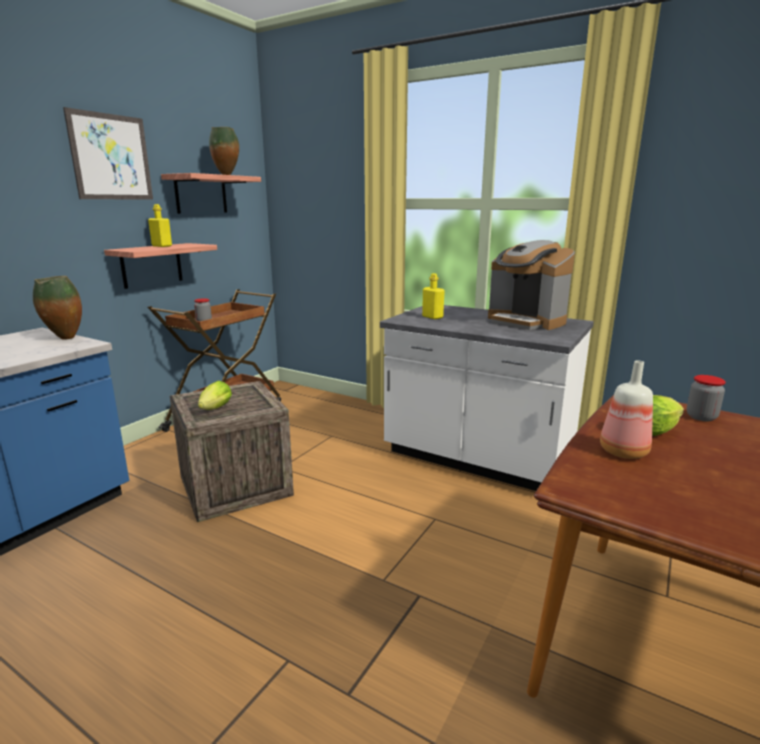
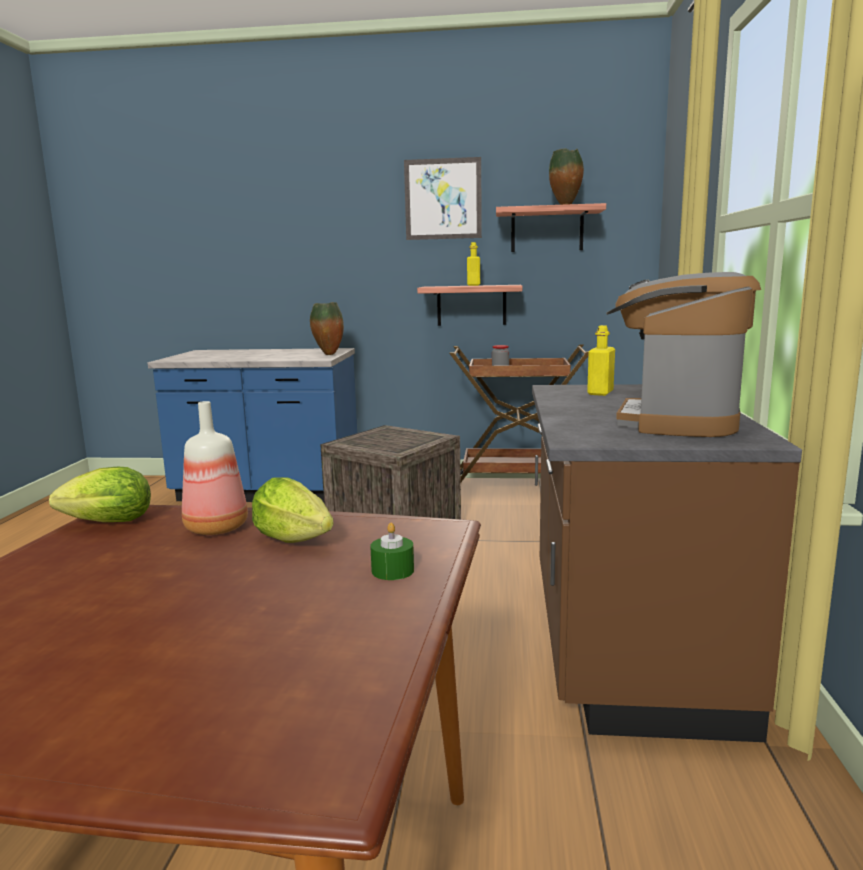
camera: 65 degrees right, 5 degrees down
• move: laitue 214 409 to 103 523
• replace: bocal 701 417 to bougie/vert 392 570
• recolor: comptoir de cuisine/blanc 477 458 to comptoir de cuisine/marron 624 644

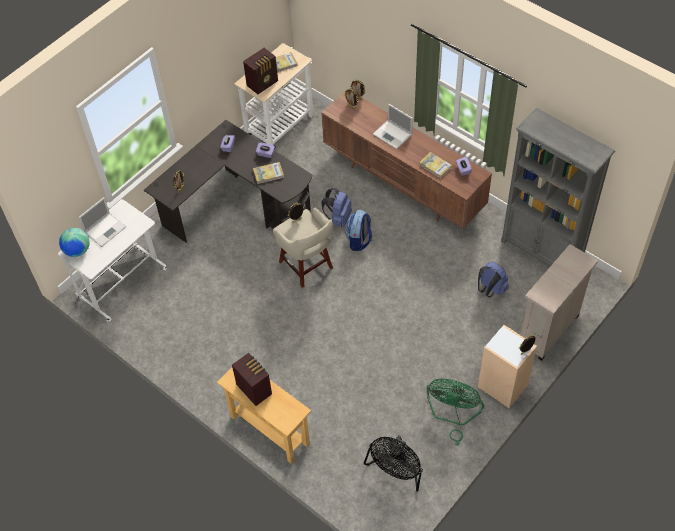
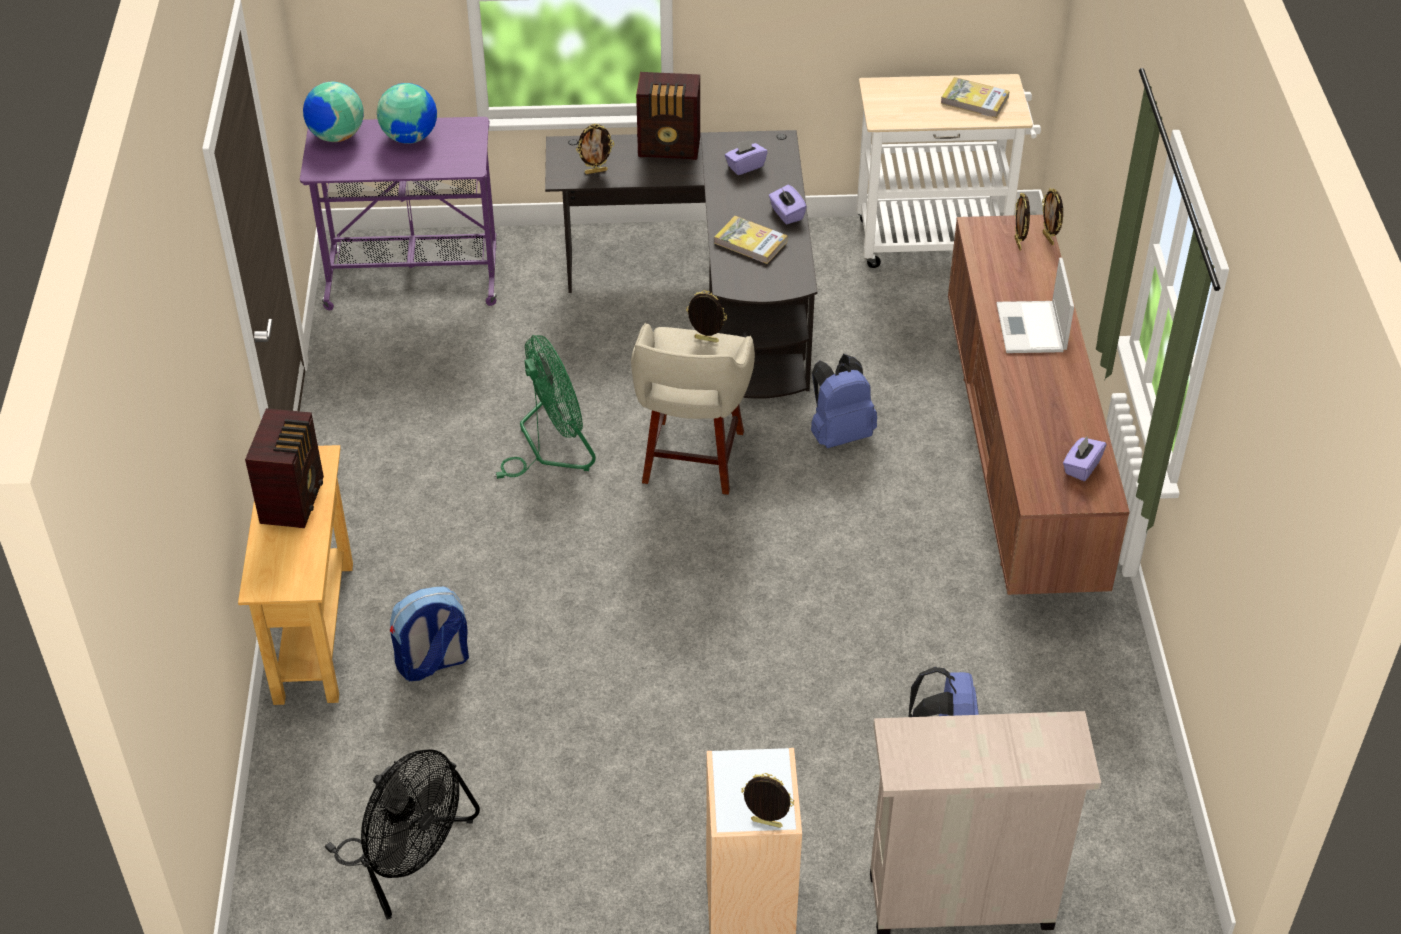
camera: 45 degrees right, 10 degrees down
• delete: livre 435 166
• delete: bibliothèque/gris 541 252
• move: radio 263 83 to 670 148
• move: sac à dos 359 240 to 433 663
• move: ventilateur/vert 453 415 to 547 443
• replace: ordinateur portable 105 229 to globe 410 137
• recolor: bureau/blanc 122 283 to bureau/violet 413 277
• rotate: ventilateur/noir 395 467 = 405 859 135 degrees counterclockwise

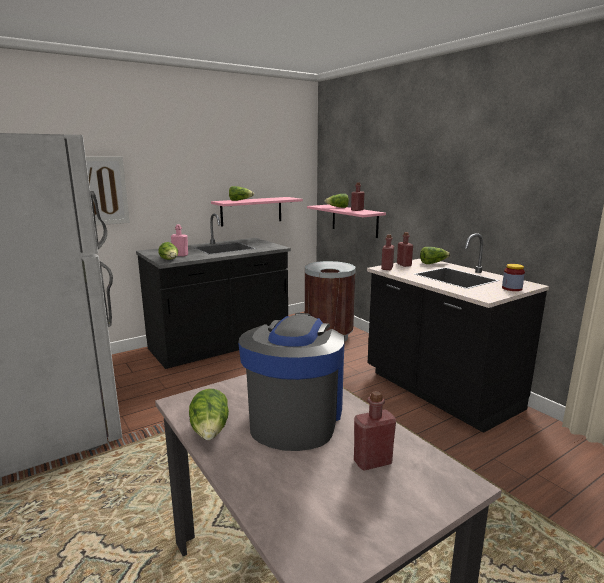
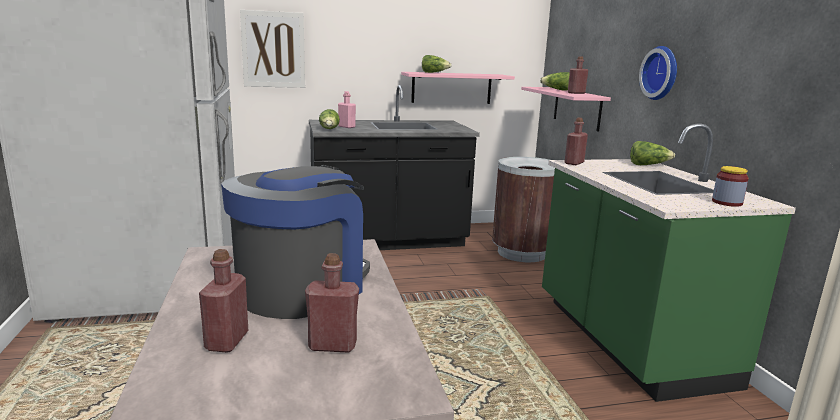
camera: 20 degrees right, 0 degrees up
• delete: laitue 210 431
• insert: horloge murale 662 73
• move: bouteille/rouge 404 265 to 227 341
• recolor: comptoir de cuisine/noir 440 392 to comptoir de cuisine/vert 627 341

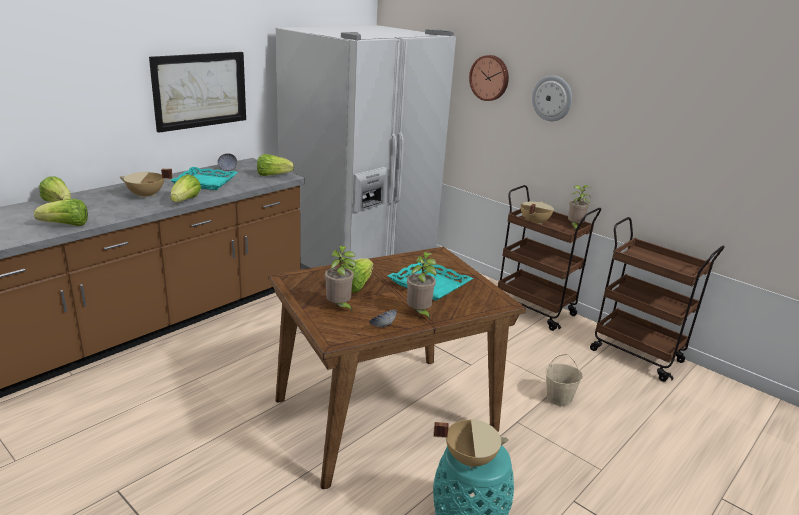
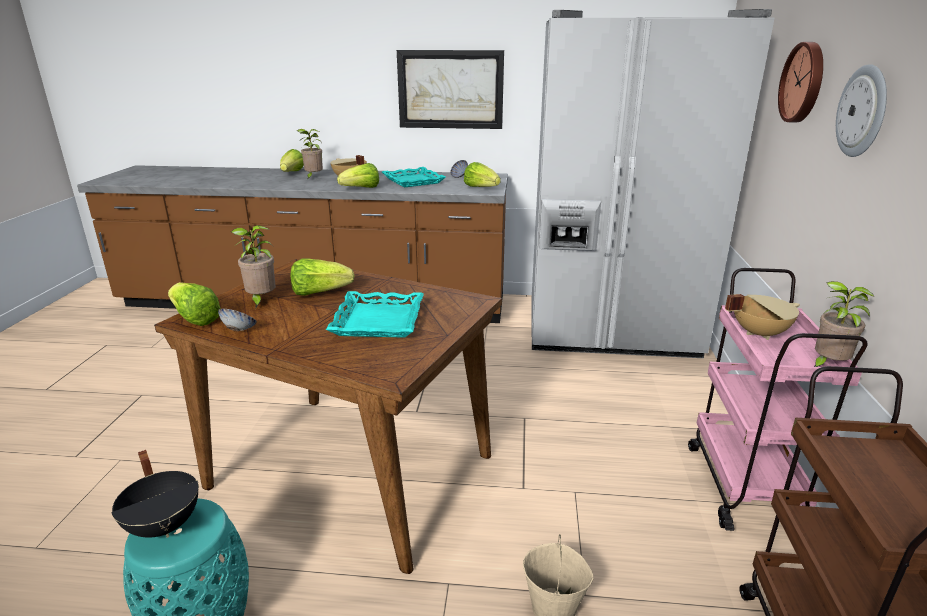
camera: 55 degrees right, 0 degrees up
• move: laitue 66 225 to 195 319
• move: plante en pot 419 314 to 313 177
• recolor: marmite/beige 469 458 to marmite/noir 165 525
• recolor: chariot/marron 535 310 to chariot/rose 744 488

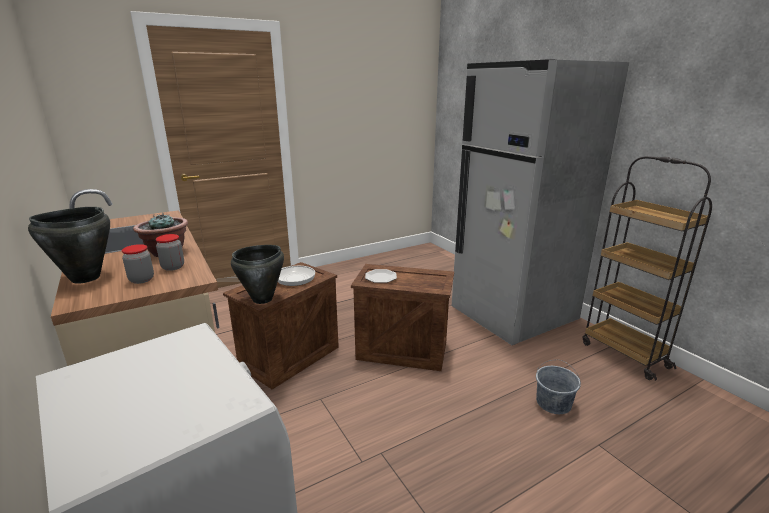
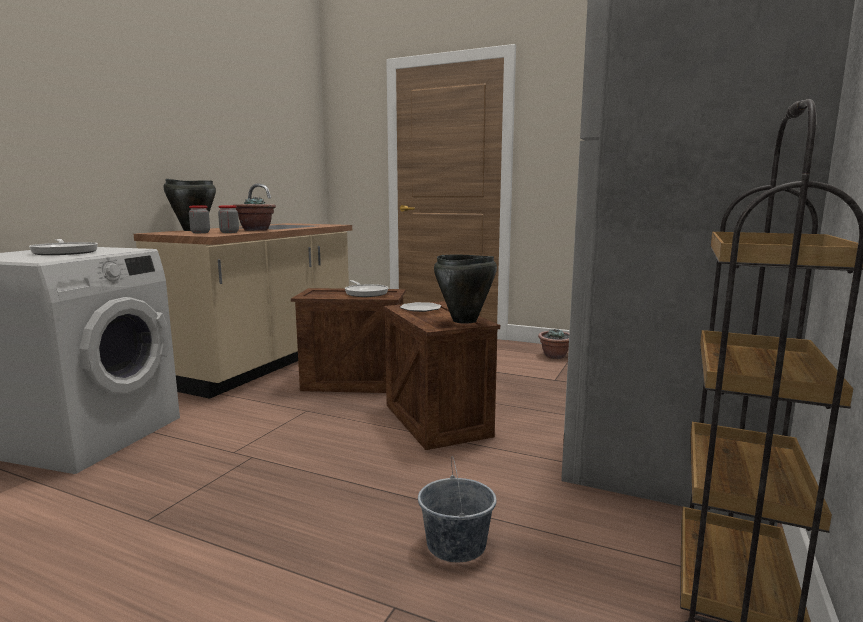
camera: 55 degrees right, 10 degrees down
• insert: poêle 65 252
• insert: plante en pot 555 356
• move: marmite/noir 263 299 to 464 321

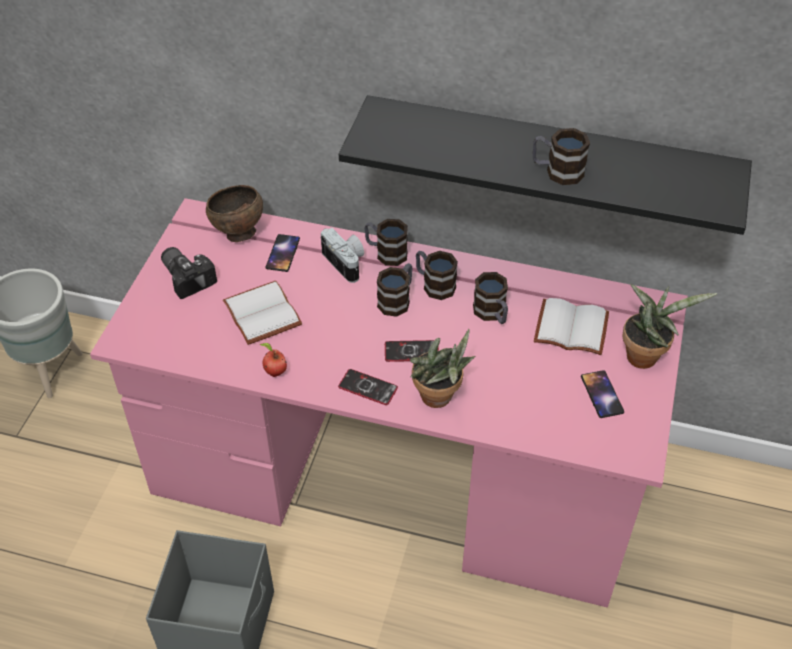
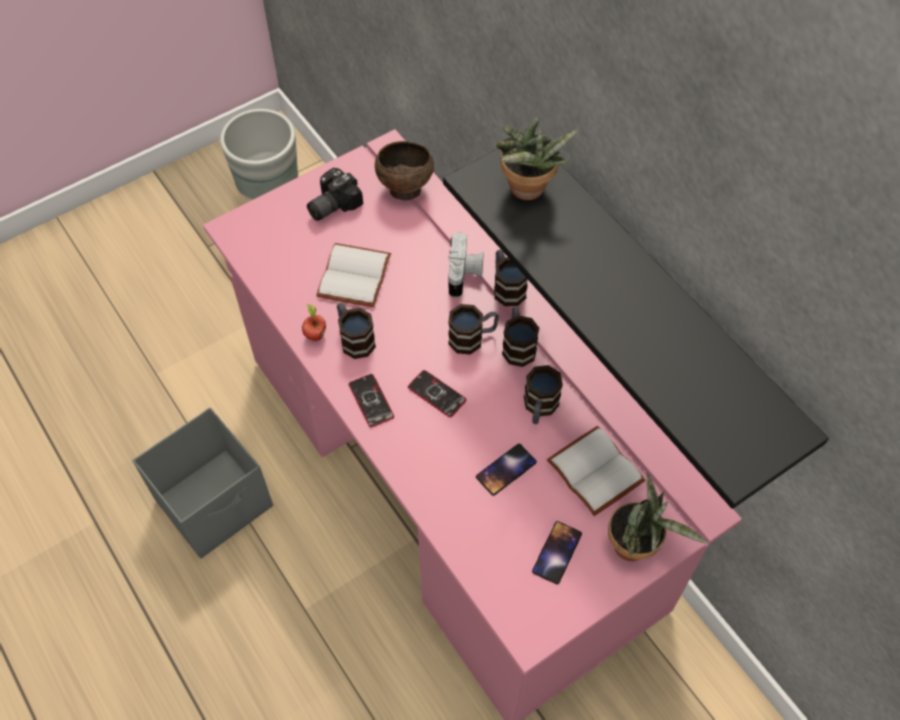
camera: 40 degrees right, 10 degrees up
• move: téléphone 283 253 to 506 470
• move: plante en pot 439 399 to 527 192
• move: mug 557 171 to 354 338
• rotate: appareil photo 188 276 = 331 204 135 degrees counterclockwise

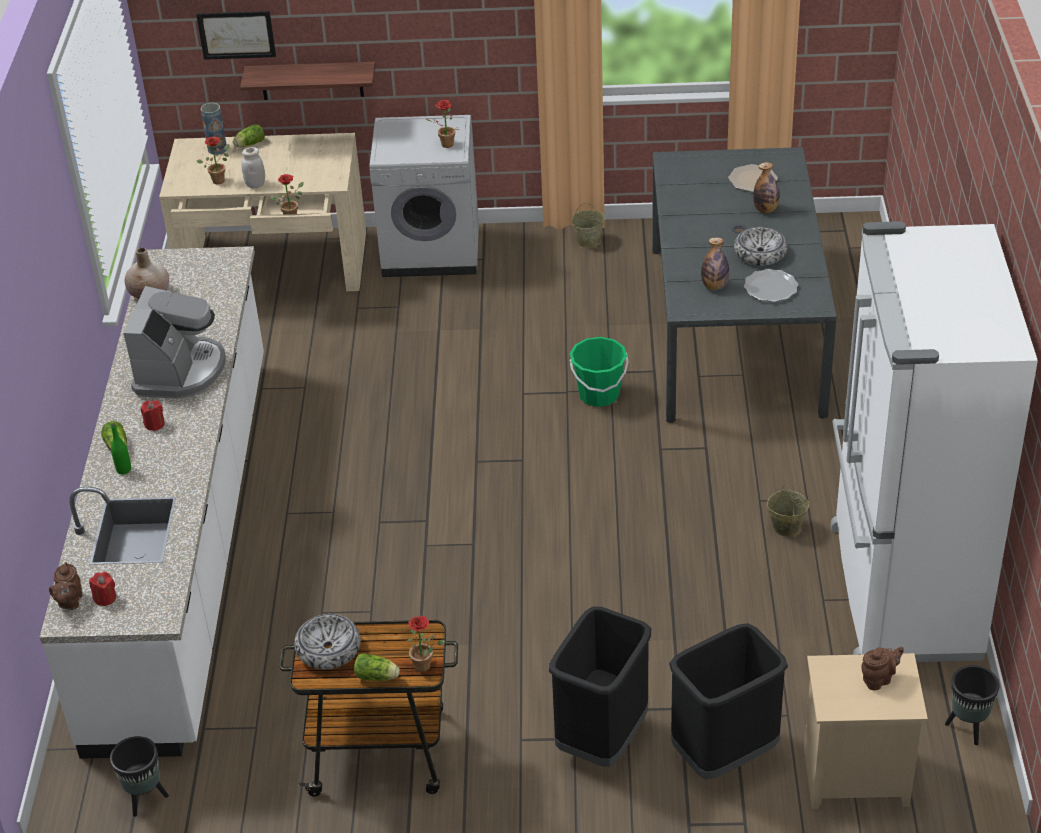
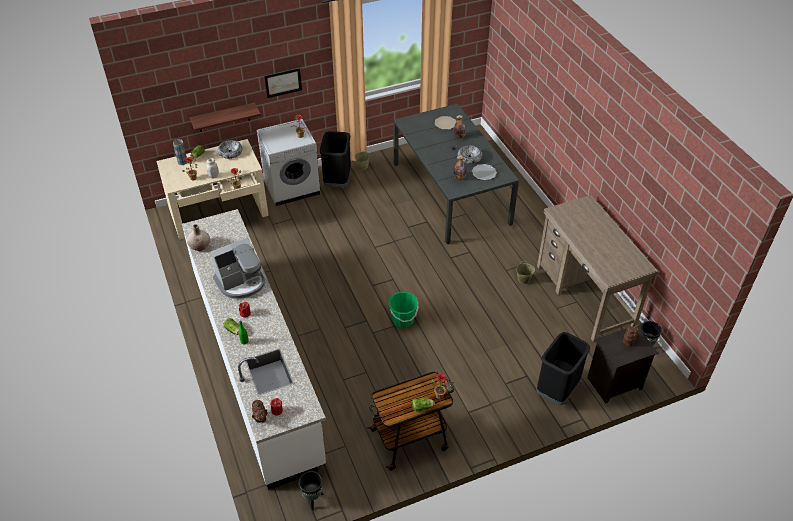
camera: 25 degrees left, 5 degrees up
• move: tableau 236 34 to 283 83
• move: bol 328 648 to 230 152
• move: poubelle/noir 602 739 to 337 182
• move: seau/vert 599 394 to 403 320
• replace: réfrigérateur/blanc 900 592 to bureau/marron 585 295
• recolor: table de chevet/beige 854 778 to table de chevet/noir 614 384
• rotate: machine à café 180 371 = 241 282 75 degrees clockwise

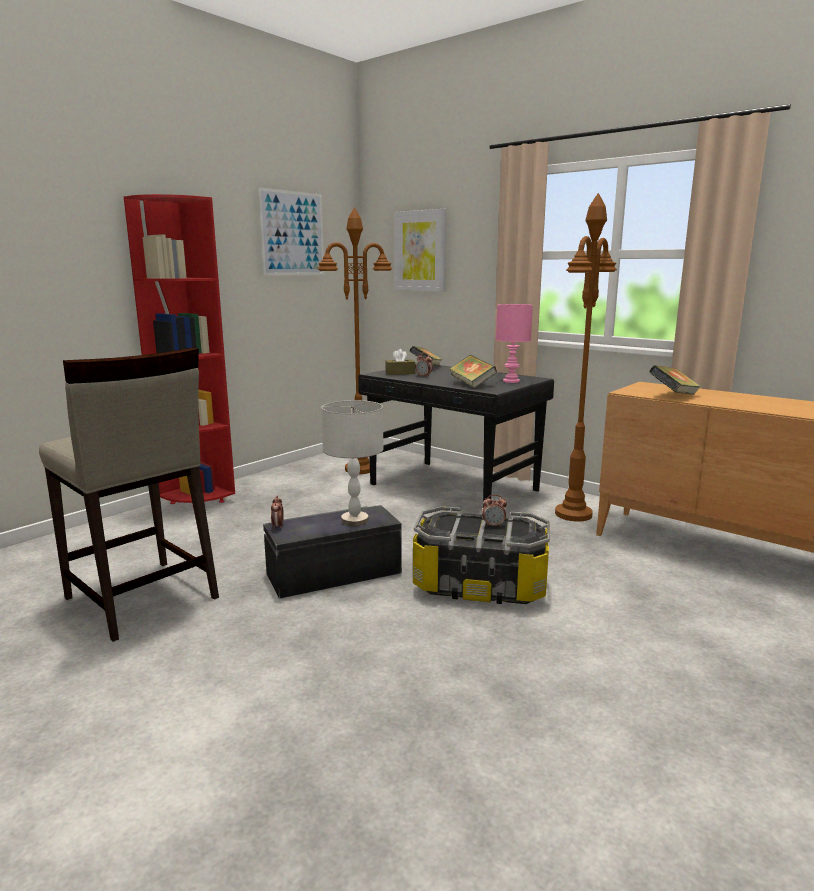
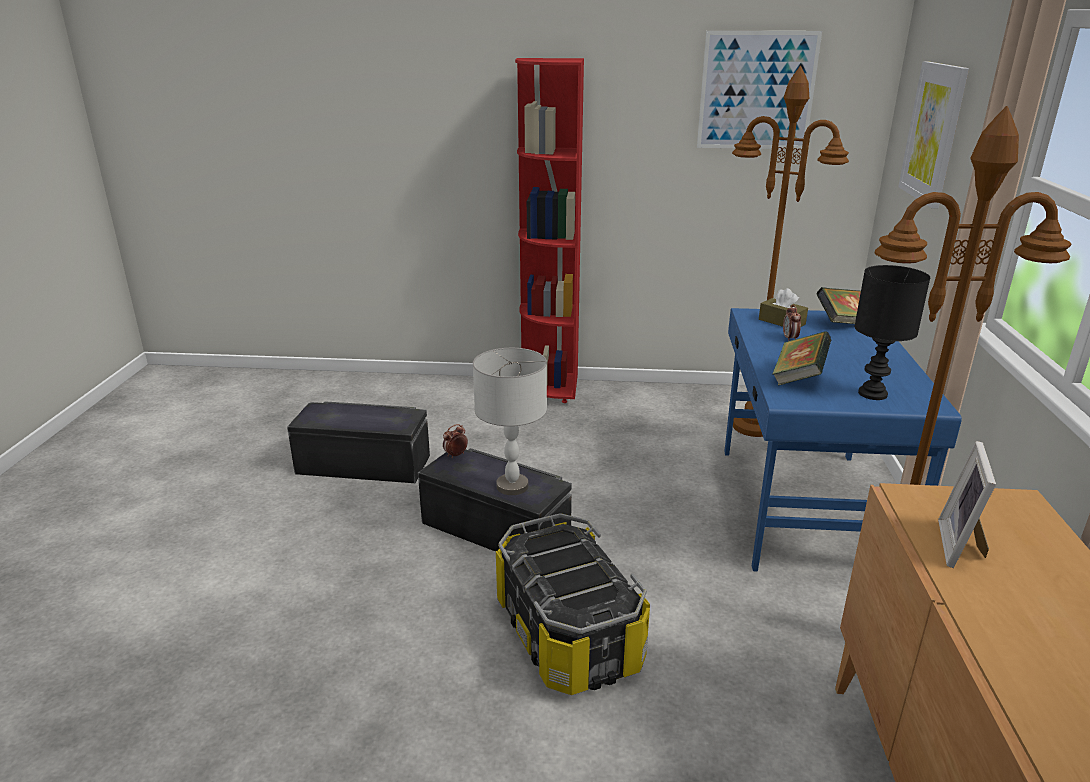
camera: 55 degrees right, 10 degrees up
• delete: réveil 493 525
• replace: tabouret/beige 141 599 to boîte de rangement/noir 364 463
• replace: livre 673 396 to cadre photo 962 546
• recolor: bureau/noir 453 488 to bureau/bleu 804 508
• recolor: lampe de table/rose 511 381 to lampe de table/noir 873 394

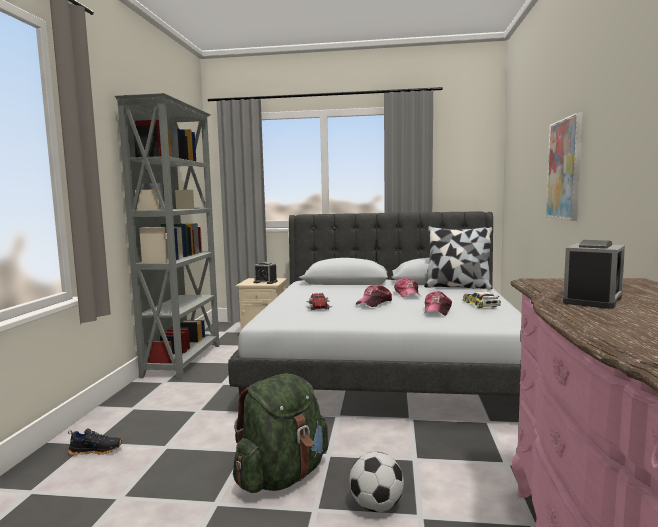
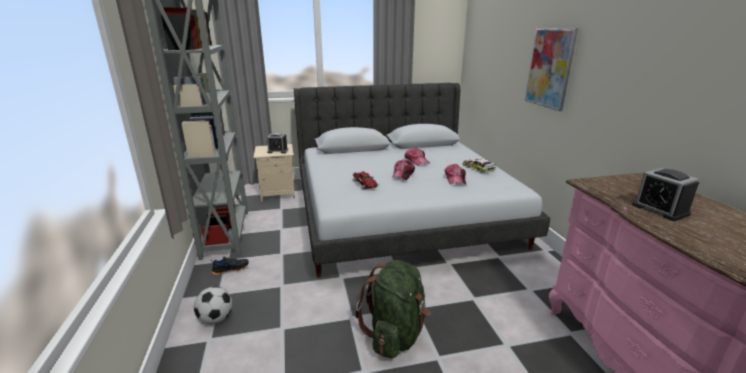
camera: 20 degrees left, 15 degrees up
• delete: coussin 457 287
• move: chaussure/noir 96 450 to 231 269
• move: ballon de foot 377 506 to 216 319
• rotate: réveil 592 300 = 660 209 135 degrees clockwise

